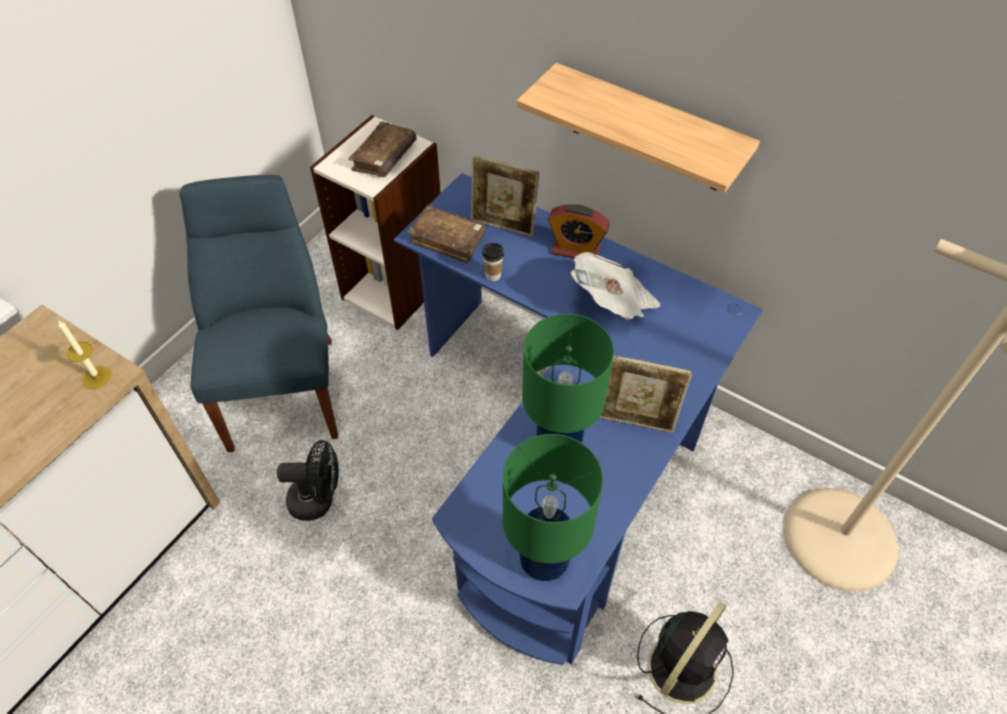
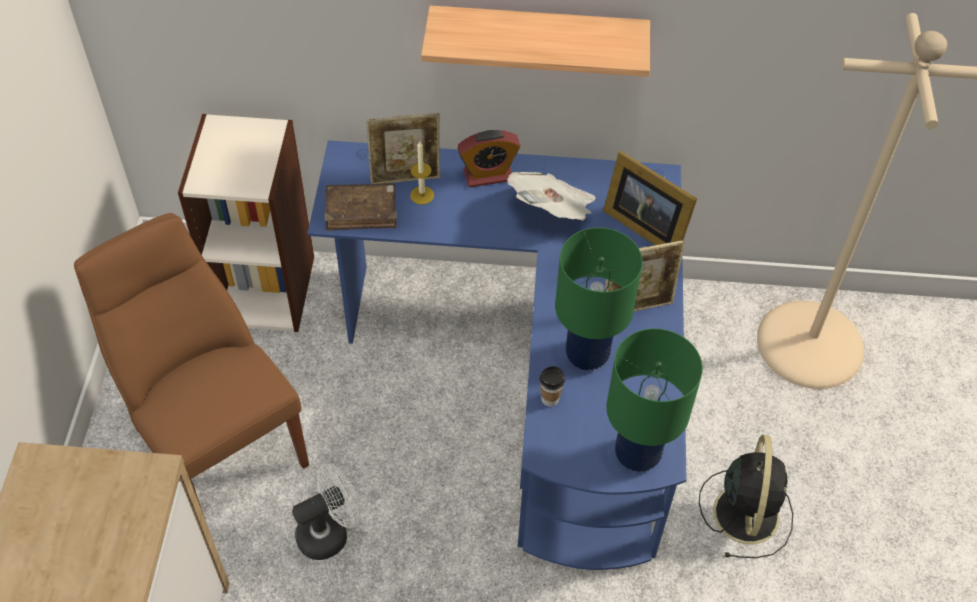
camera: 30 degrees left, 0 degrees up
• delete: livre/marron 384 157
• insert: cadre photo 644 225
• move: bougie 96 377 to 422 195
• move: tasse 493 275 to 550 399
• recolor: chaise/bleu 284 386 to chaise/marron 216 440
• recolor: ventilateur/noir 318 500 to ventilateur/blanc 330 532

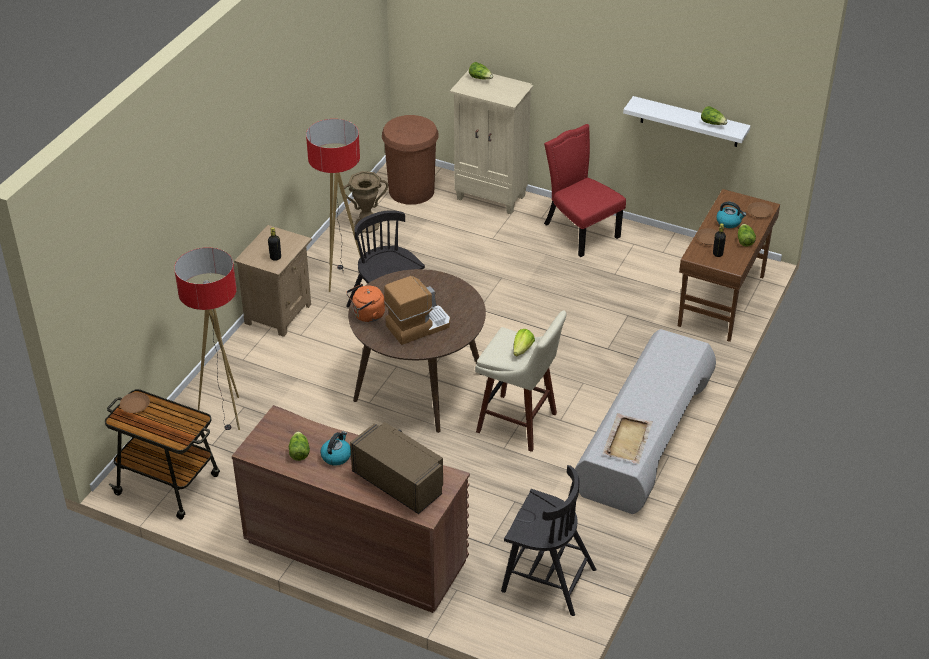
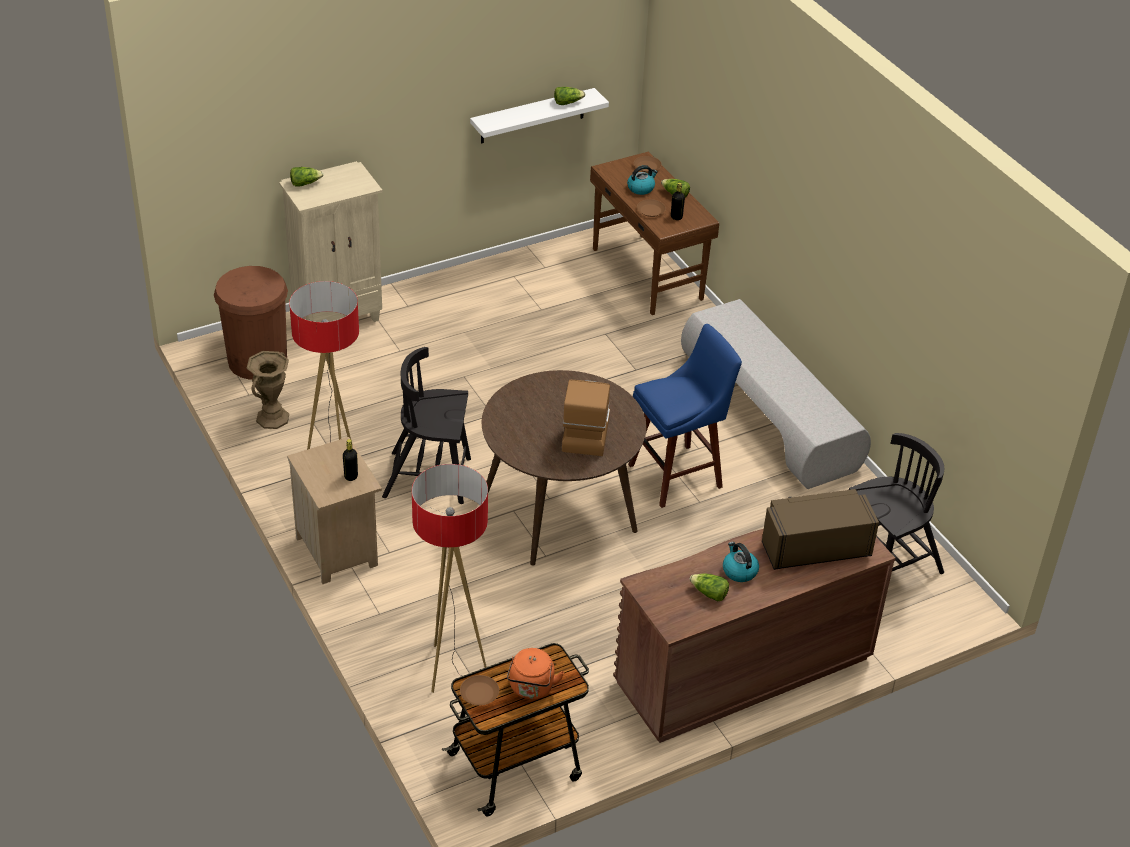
camera: 55 degrees left, 0 degrees up
• delete: laitue 522 350
• delete: chaise/rouge 581 232
• delete: plateau/beige 627 440
• move: bouilloire/orange 367 315 to 531 689
• recolor: tabouret/beige 518 424 to tabouret/bleu 677 476

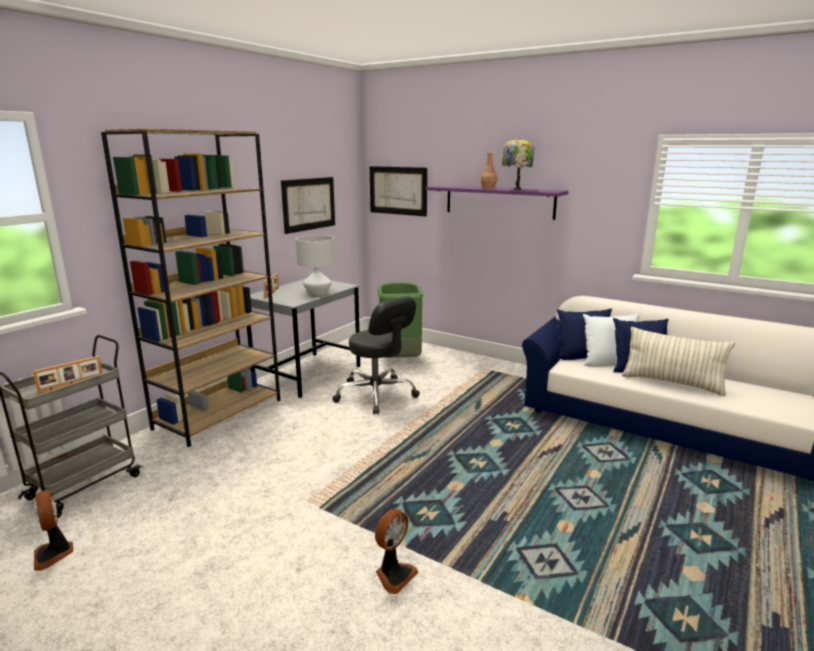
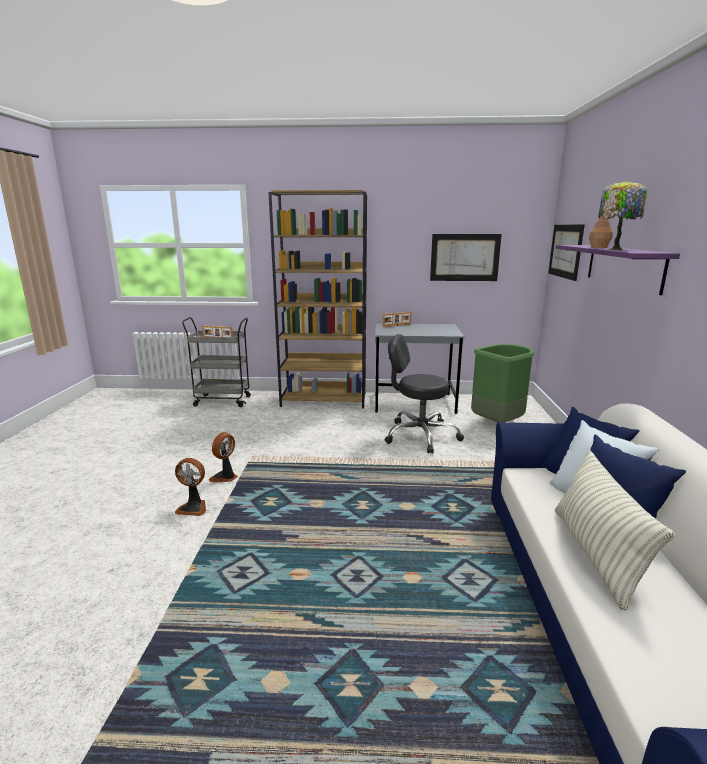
camera: 60 degrees right, 0 degrees up
• delete: lampe de table/blanc 318 290
• move: ventilateur 54 554 to 225 477
• rotate: chaise de bureau/noir 378 396 = 417 435 90 degrees clockwise

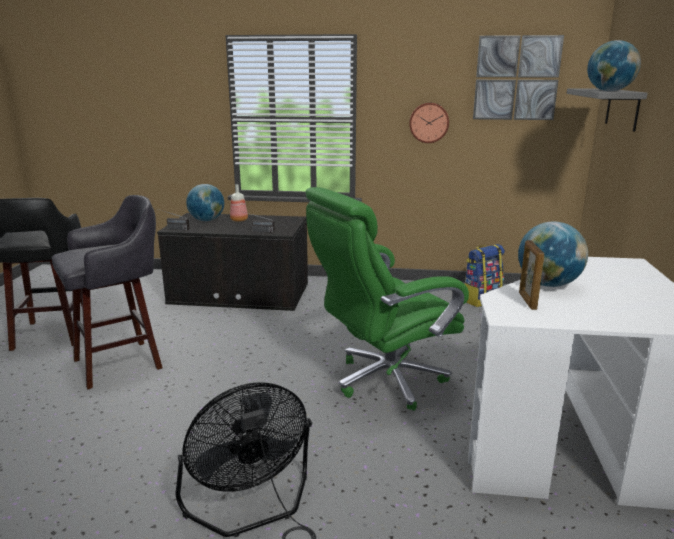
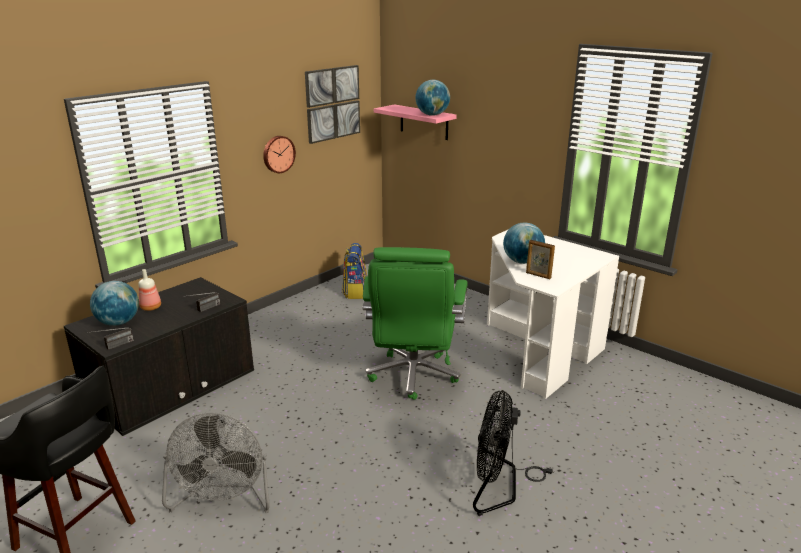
camera: 55 degrees left, 5 degrees up
• replace: tabouret/gris 122 363 to ventilateur/gris 221 496
• recolor: étagère/gris 622 109 to étagère/rose 424 122

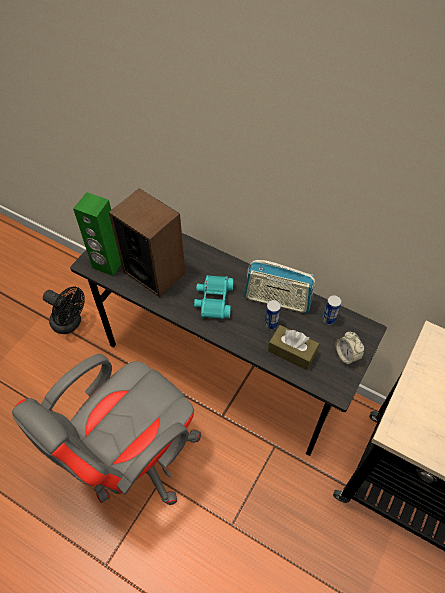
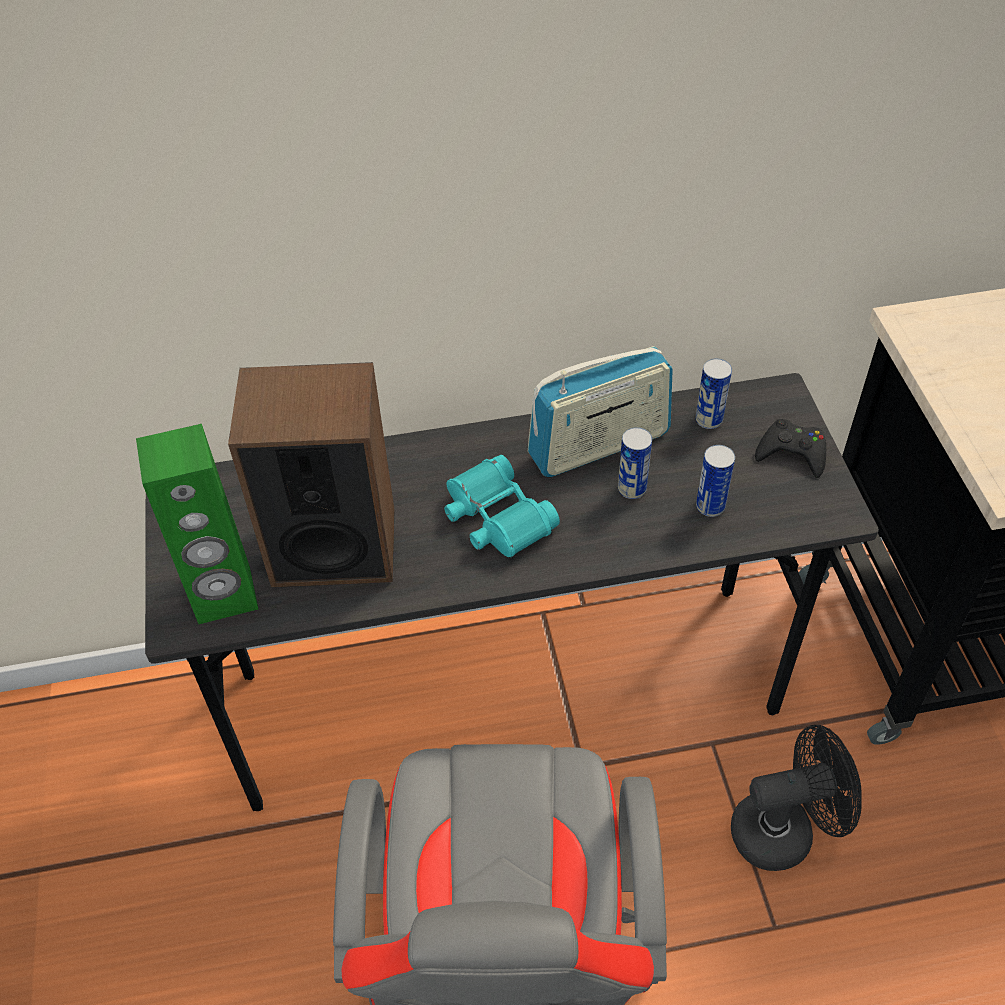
camera: 40 degrees left, 5 degrees down
• move: ventilateur/noir 70 323 to 784 830
• replace: boîte à mouchoirs/marron 292 352 to boîte métallique 710 506
• replace: réveil 346 355 to manette/noir 792 452

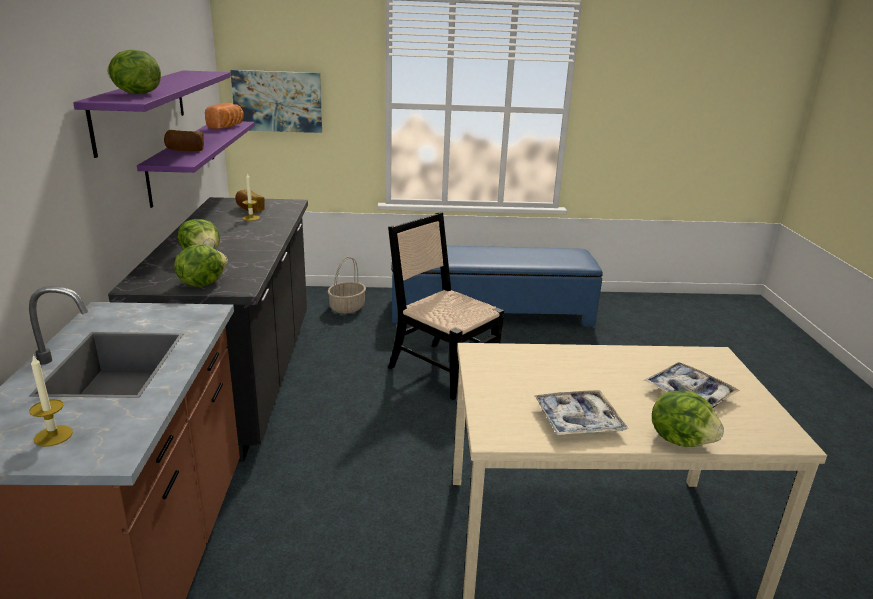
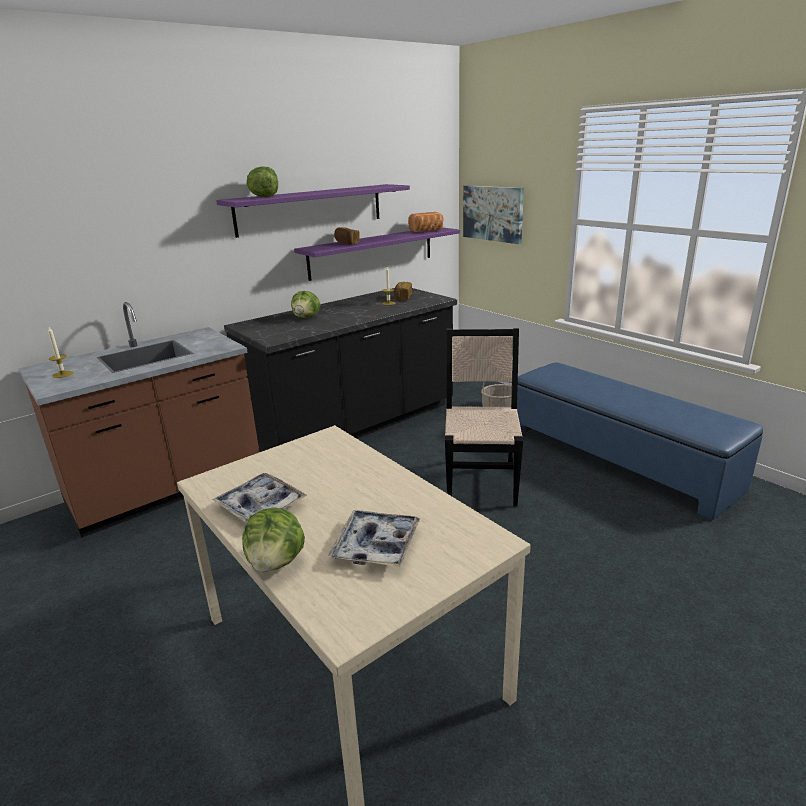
camera: 55 degrees right, 0 degrees up
• delete: laitue 202 283

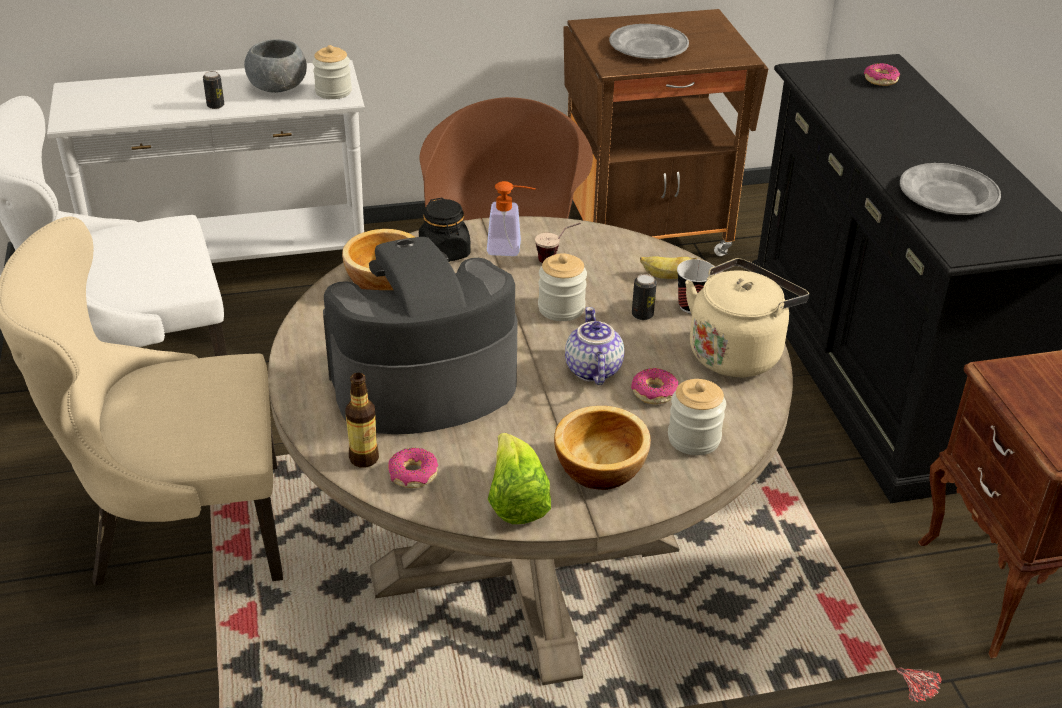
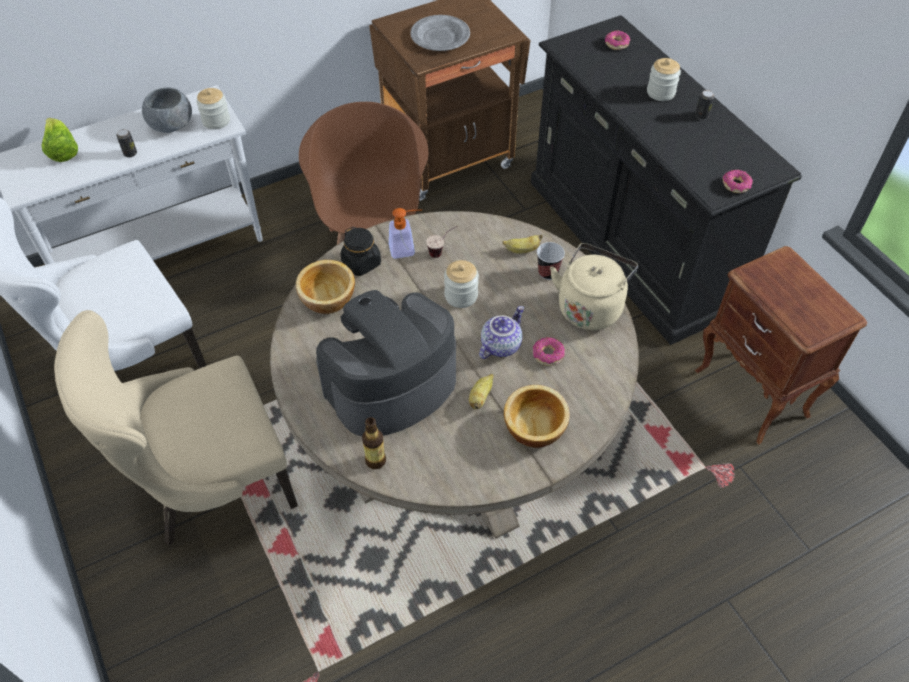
camera: 15 degrees left, 15 degrees up
• delete: assiette/gris 948 195
• insert: banane 480 397
• move: beignet 413 475 to 736 185
• move: laitue 516 501 to 62 151
• move: boîte métallique 642 315 to 701 115
• move: bocal 694 438 to 660 92
• rotate: théière 591 369 = 500 345 60 degrees clockwise

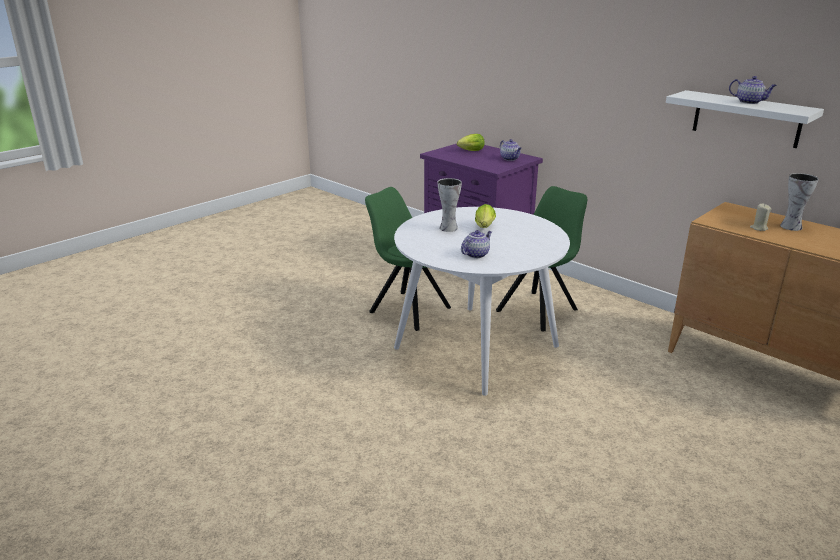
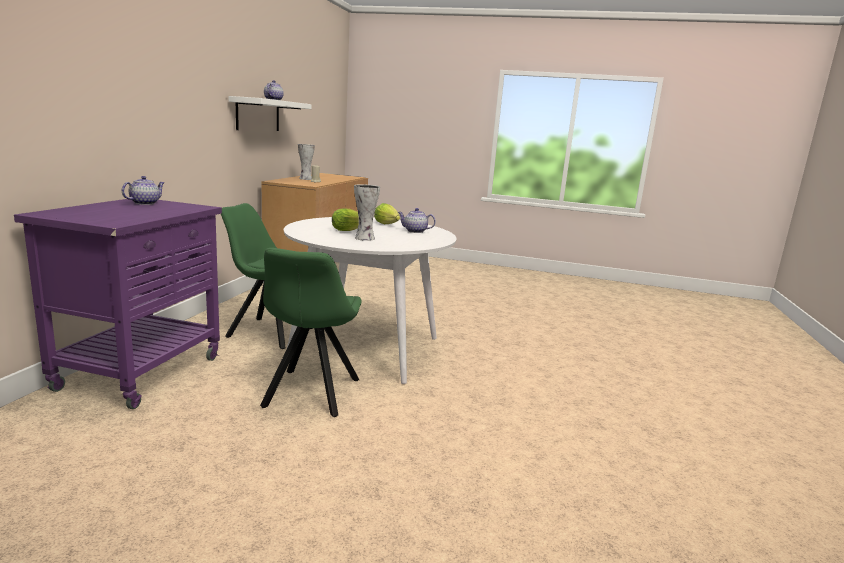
camera: 120 degrees left, 10 degrees down
• move: laitue 470 151 to 387 225

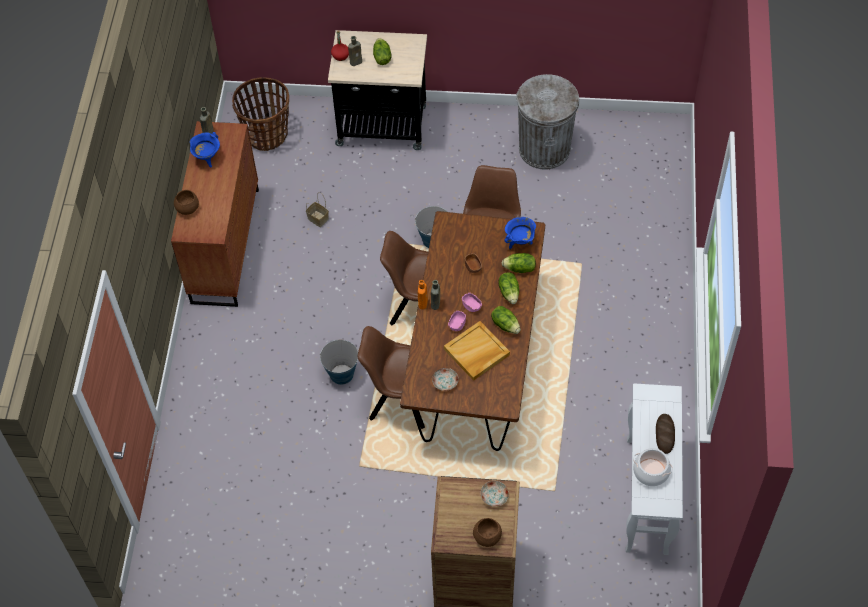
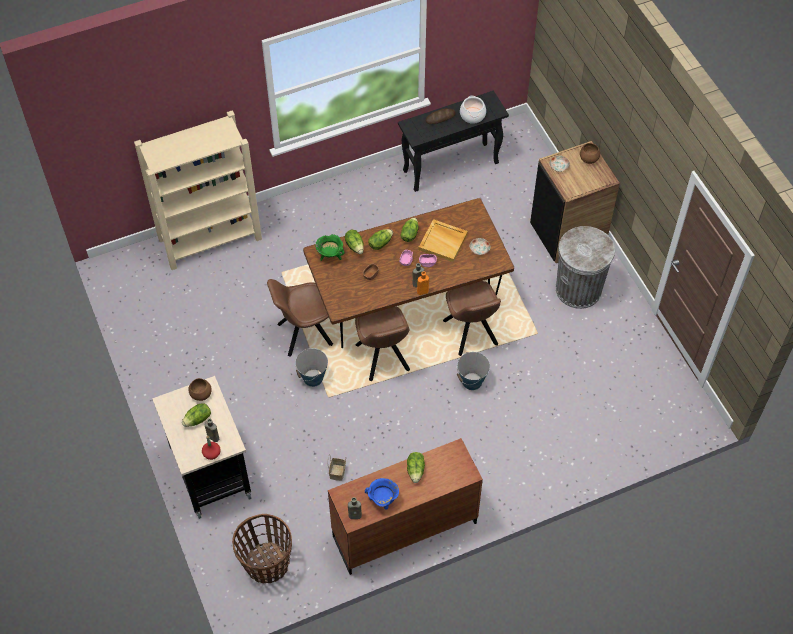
camera: 120 degrees left, 0 degrees up
• insert: bibliothèque/beige 210 238
• insert: laitue 416 470
• move: bol/marron 188 209 to 201 394
• move: poubelle/gris 544 149 to 578 289
• recolor: marmite/bleu 520 242 to marmite/vert 330 255
• recolor: table console/blanc 647 496 to table console/noir 451 166

